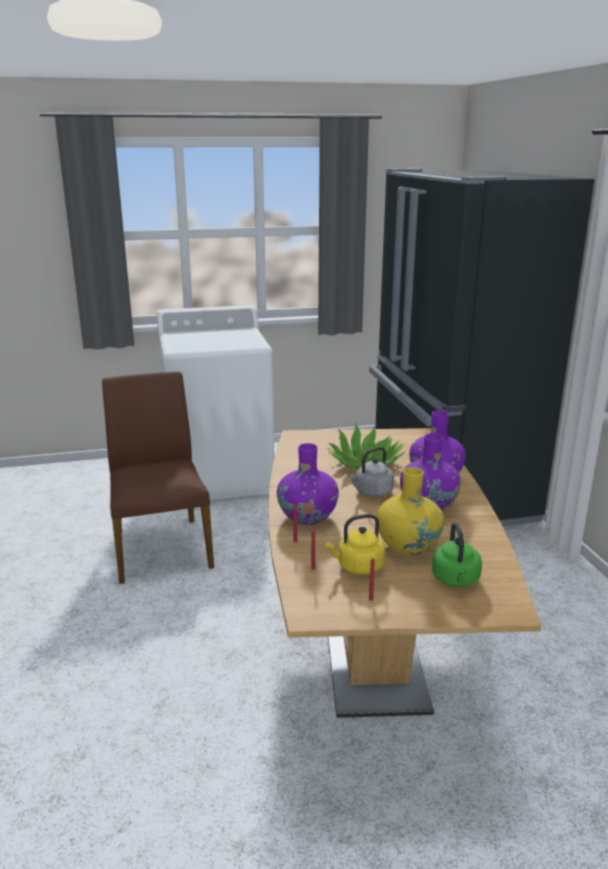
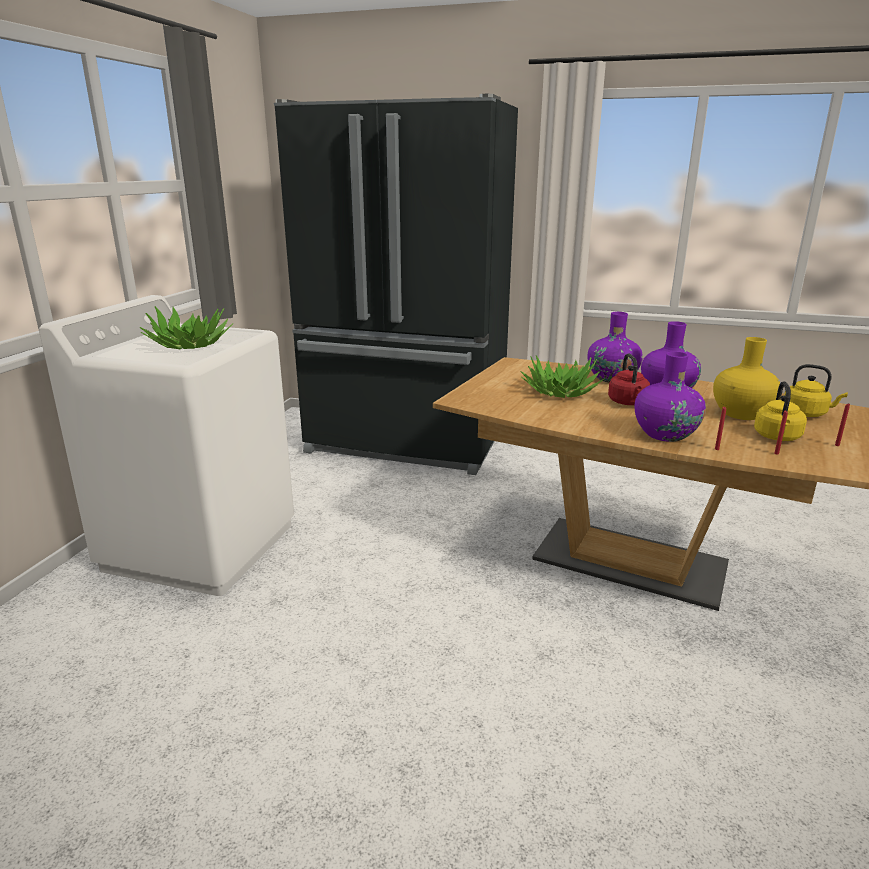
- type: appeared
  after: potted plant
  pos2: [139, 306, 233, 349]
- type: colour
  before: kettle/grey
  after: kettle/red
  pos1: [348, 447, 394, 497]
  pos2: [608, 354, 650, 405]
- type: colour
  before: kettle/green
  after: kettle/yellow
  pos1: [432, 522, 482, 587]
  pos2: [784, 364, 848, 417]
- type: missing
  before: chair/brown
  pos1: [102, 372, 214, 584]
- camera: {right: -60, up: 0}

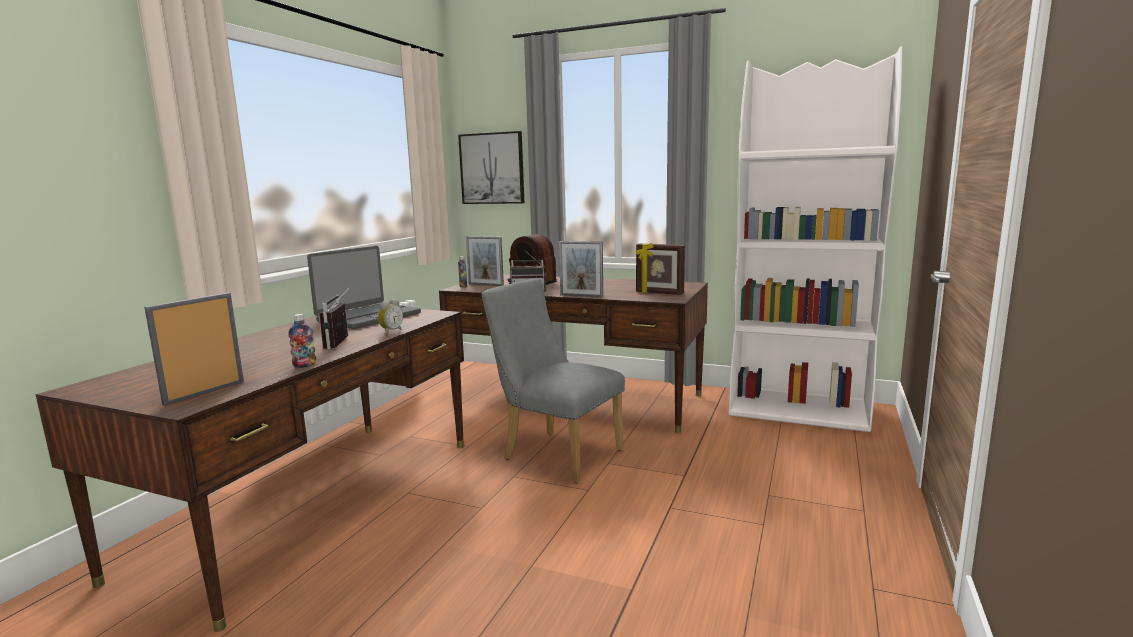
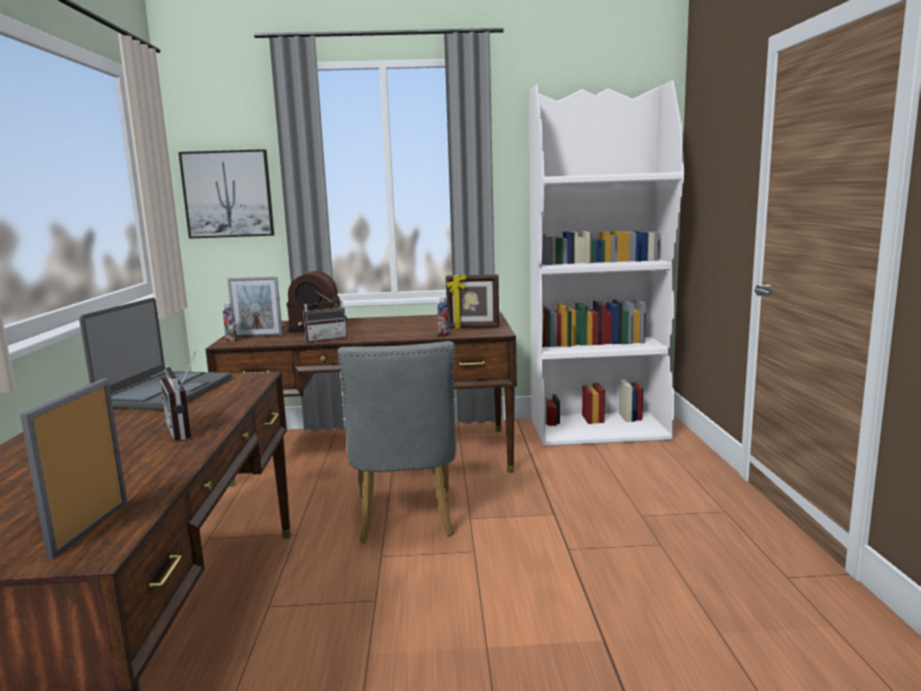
- type: spun
  before: chair/grey
  pos1: [481, 279, 625, 483]
  pos2: [337, 341, 456, 543]
  turn: -105
- type: relocated
  before: bottle
  pos1: [288, 314, 316, 368]
  pos2: [437, 297, 450, 337]
- type: missing
  before: alarm clock
  pos1: [378, 299, 403, 334]
- type: missing
  before: picture frame
  pos1: [559, 241, 603, 297]
- camera: {right: -25, up: 0}

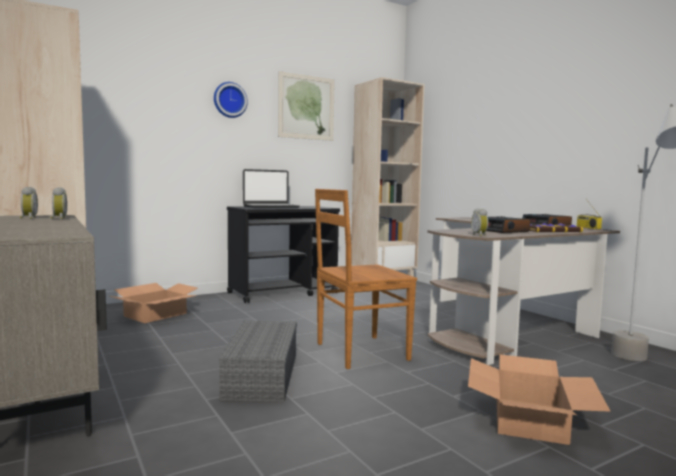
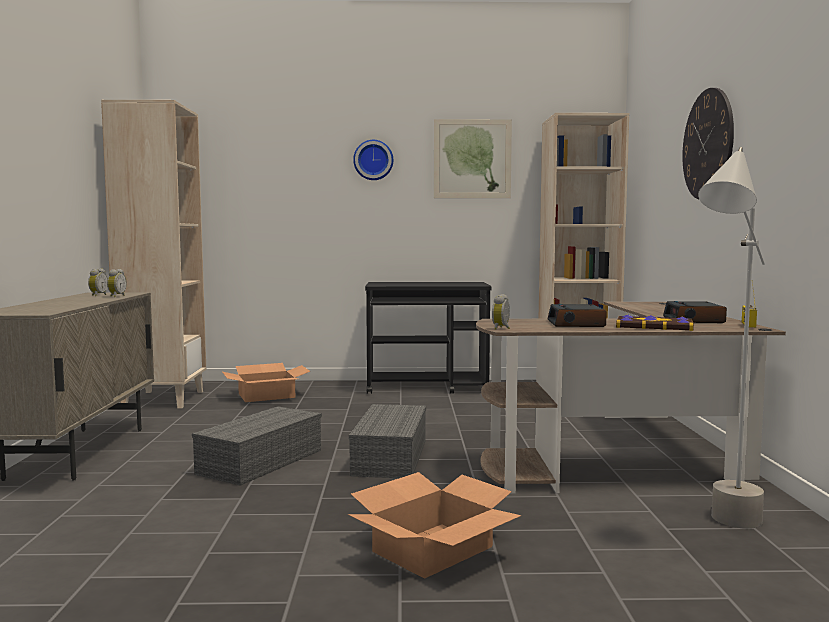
- type: exchanged
  before: chair/brown
  after: storage box/grey
  pos1: [315, 189, 417, 369]
  pos2: [349, 404, 426, 478]
- type: appeared
  after: wall clock
  pos2: [682, 88, 734, 199]
- type: missing
  before: laptop
  pos1: [243, 169, 300, 208]
- camera: {right: 30, up: 0}

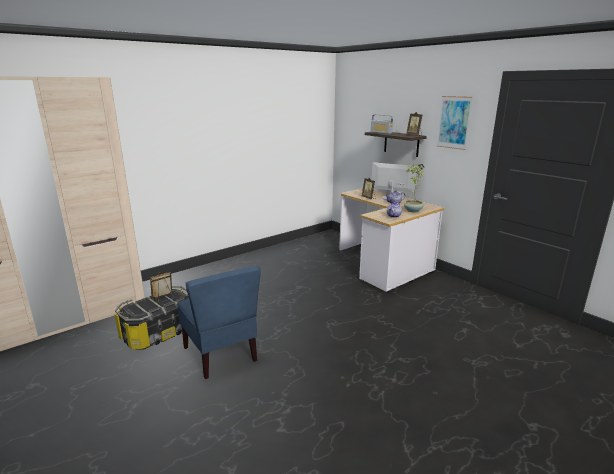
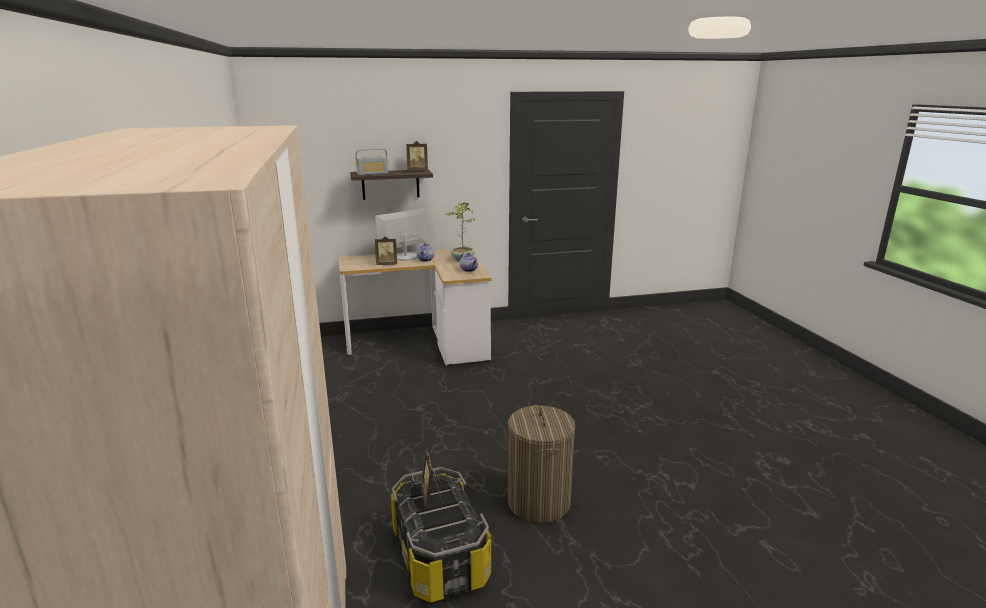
- type: exchanged
  before: chair/blue
  after: laundry basket
  pos1: [177, 266, 261, 379]
  pos2: [508, 405, 576, 523]
- type: missing
  before: picture
  pos1: [437, 96, 473, 150]
- camera: {right: -65, up: 0}

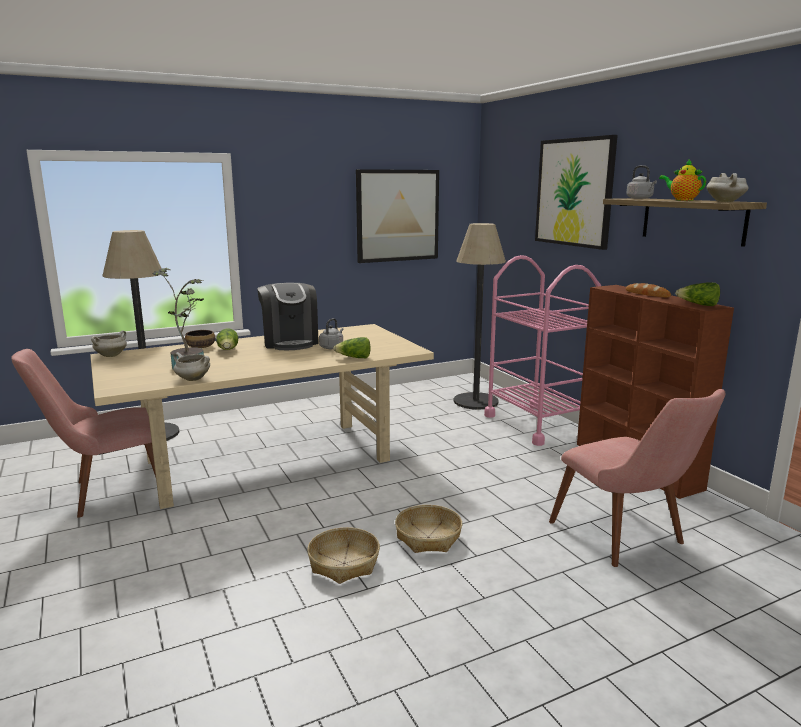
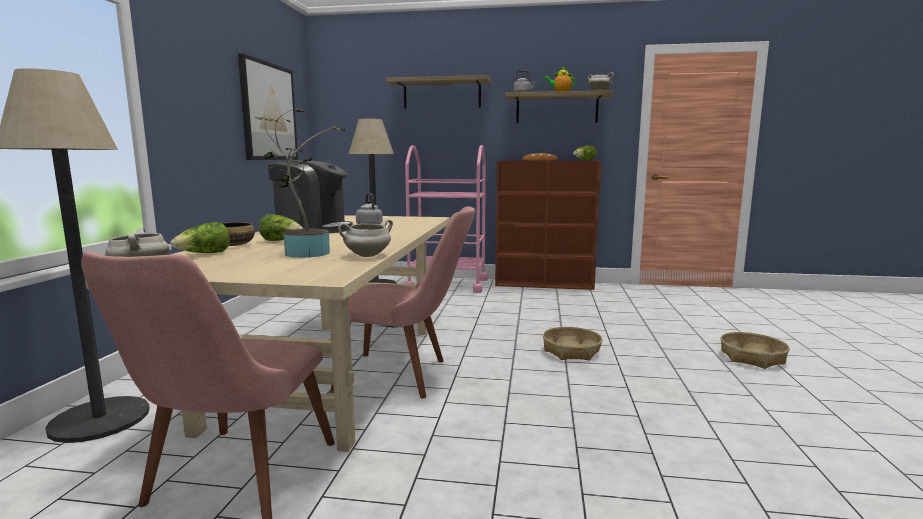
- type: relocated
  before: lettuce
  pos1: [333, 337, 371, 358]
  pos2: [171, 222, 230, 253]
- type: relocated
  before: chair/pink
  pos1: [549, 389, 726, 567]
  pos2: [330, 206, 475, 398]
- type: exchanged
  before: picture
  after: shelf
  pos1: [535, 135, 618, 250]
  pos2: [386, 75, 491, 109]
- type: relocated
  before: basket
  pos1: [307, 527, 380, 584]
  pos2: [720, 332, 790, 369]
- camera: {right: -55, up: -5}

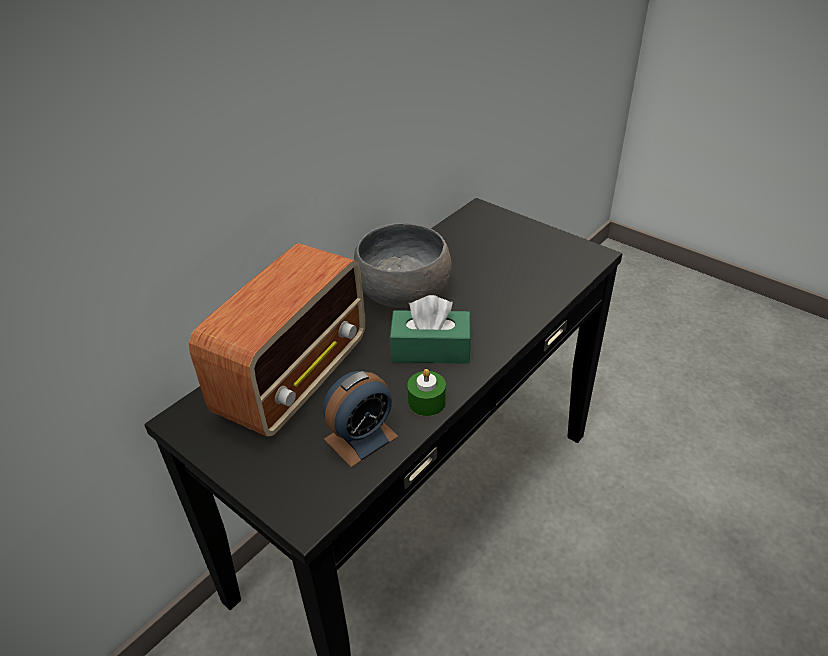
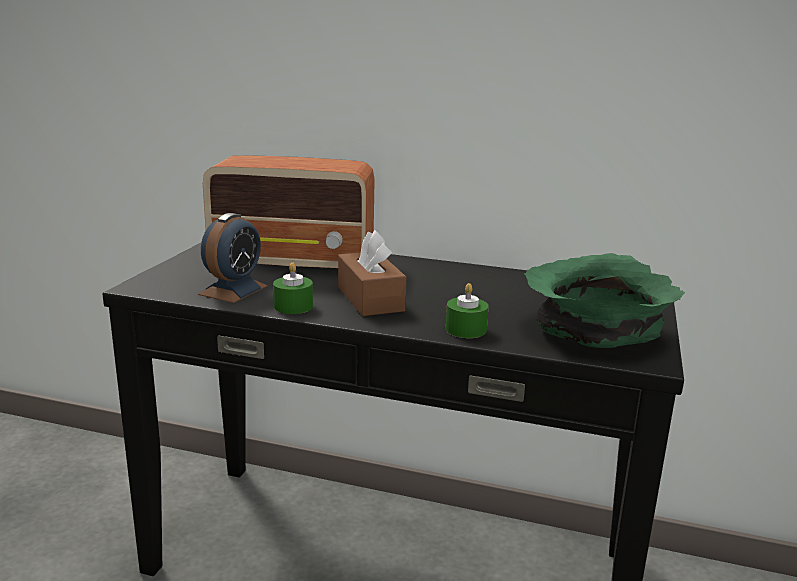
- type: spun
  before: alarm clock
  pos1: [323, 371, 399, 468]
  pos2: [198, 213, 268, 303]
  turn: -90
- type: colour
  before: tissue box/green
  after: tissue box/brown
  pos1: [390, 295, 471, 364]
  pos2: [338, 230, 406, 316]
- type: appeared
  after: candle/green
  pos2: [446, 283, 489, 338]
- type: appeared
  after: bowl/green
  pos2: [524, 253, 685, 348]
- type: missing
  before: bowl/grey
  pos1: [354, 223, 452, 308]
- camera: {right: 65, up: -20}

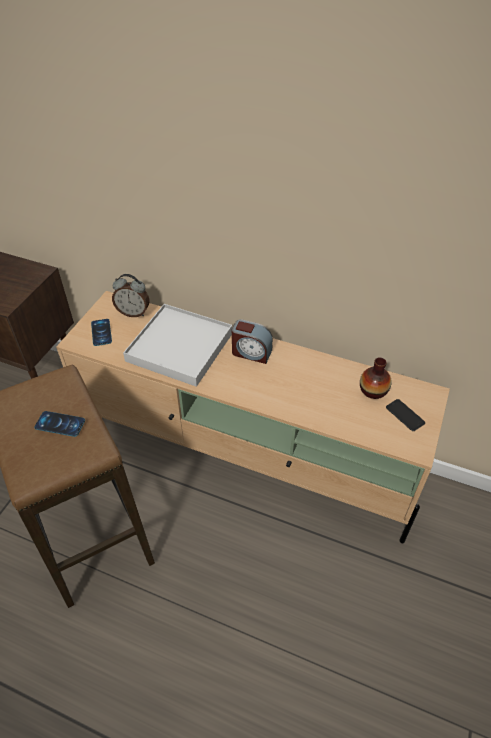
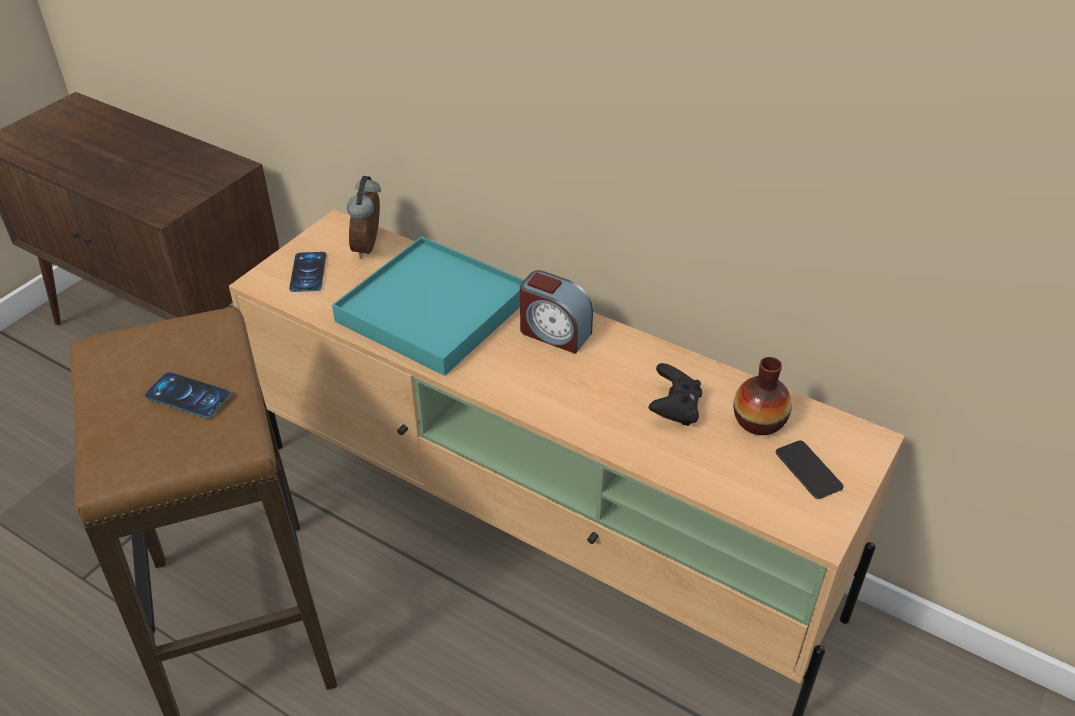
- type: colour
  before: tray/white
  after: tray/turquoise
  pos1: [123, 304, 232, 387]
  pos2: [332, 236, 524, 376]
- type: spun
  before: alarm clock
  pos1: [112, 274, 150, 317]
  pos2: [347, 176, 381, 259]
  turn: 75
- type: appeared
  after: game controller/black
  pos2: [648, 363, 702, 426]
- camera: {right: 10, up: -5}

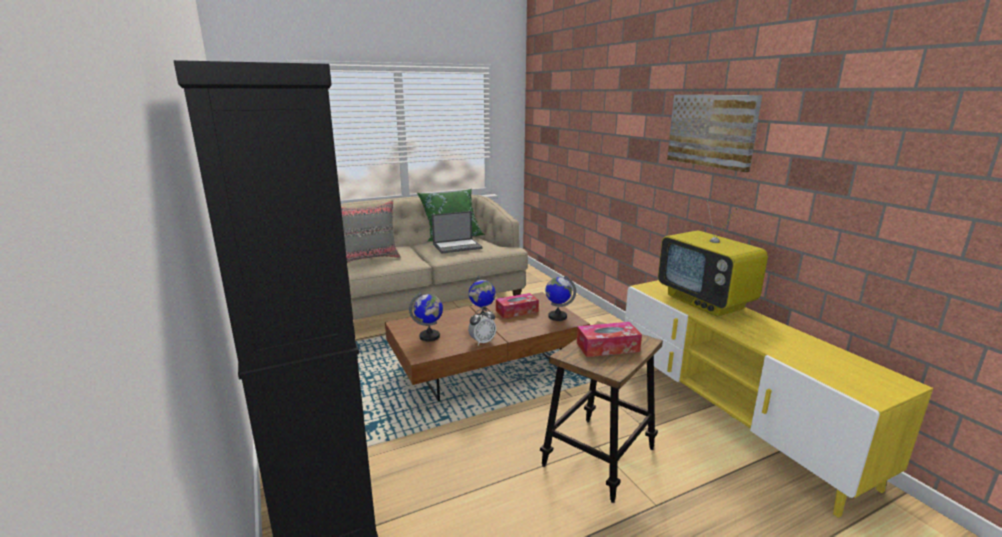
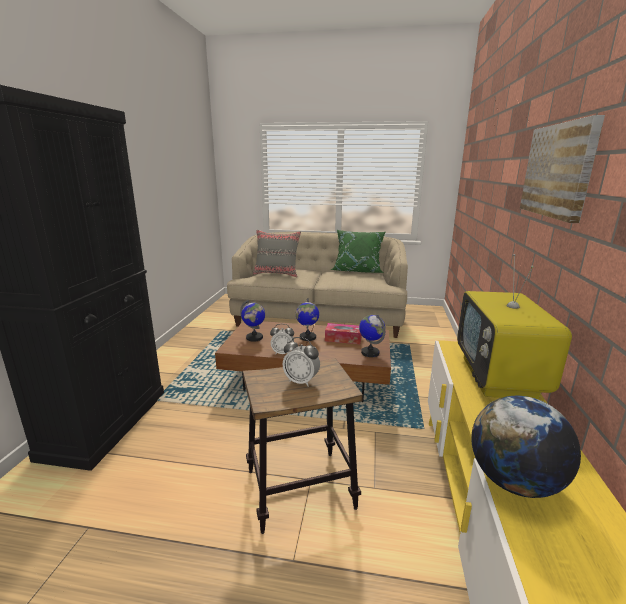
- type: exchanged
  before: tissue box
  after: alarm clock
  pos1: [577, 322, 642, 357]
  pos2: [283, 337, 320, 387]
- type: appeared
  after: globe
  pos2: [471, 396, 581, 498]
- type: missing
  before: laptop
  pos1: [432, 211, 483, 253]
- camera: {right: 35, up: 0}

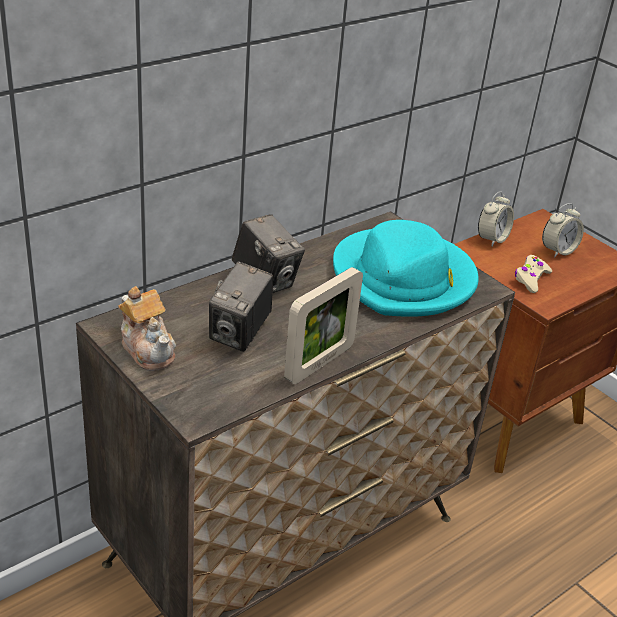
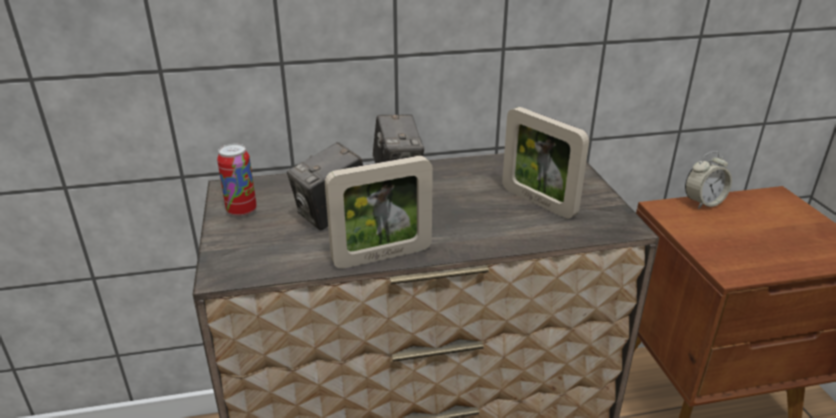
- type: exchanged
  before: teapot
  after: can
  pos1: [118, 286, 176, 371]
  pos2: [217, 144, 257, 217]
- type: exchanged
  before: hat/turquoise
  after: picture frame
  pos1: [333, 220, 479, 317]
  pos2: [502, 107, 589, 219]
- type: missing
  before: game controller/beige
  pos1: [515, 255, 552, 293]
- type: missing
  before: alarm clock
  pos1: [542, 203, 584, 258]
- camera: {right: 30, up: -5}

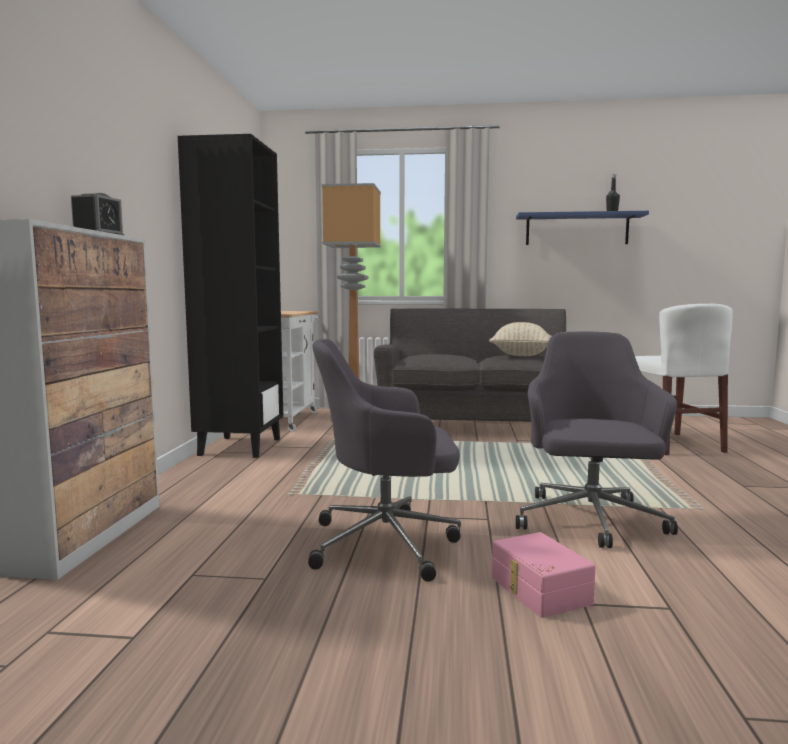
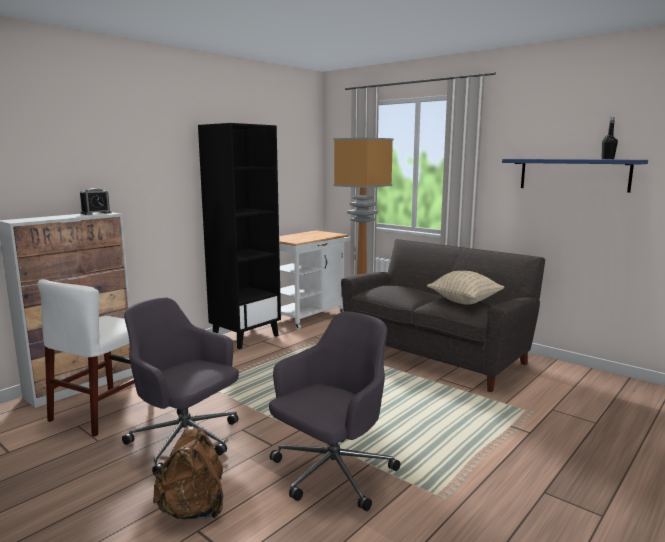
- type: relocated
  before: chair/white
  pos1: [635, 304, 733, 455]
  pos2: [38, 279, 135, 437]
- type: exchanged
  before: storage box/pink
  after: backpack/brown
  pos1: [492, 532, 596, 618]
  pos2: [153, 426, 223, 520]
- camera: {right: 35, up: 5}

